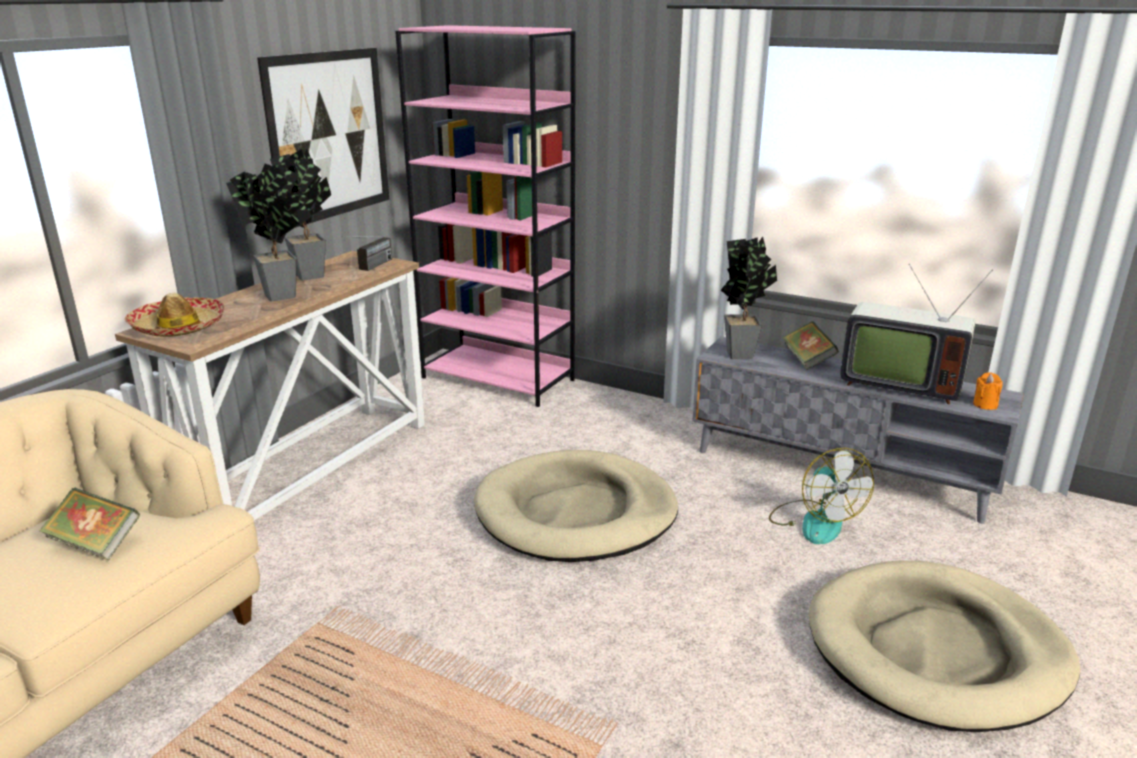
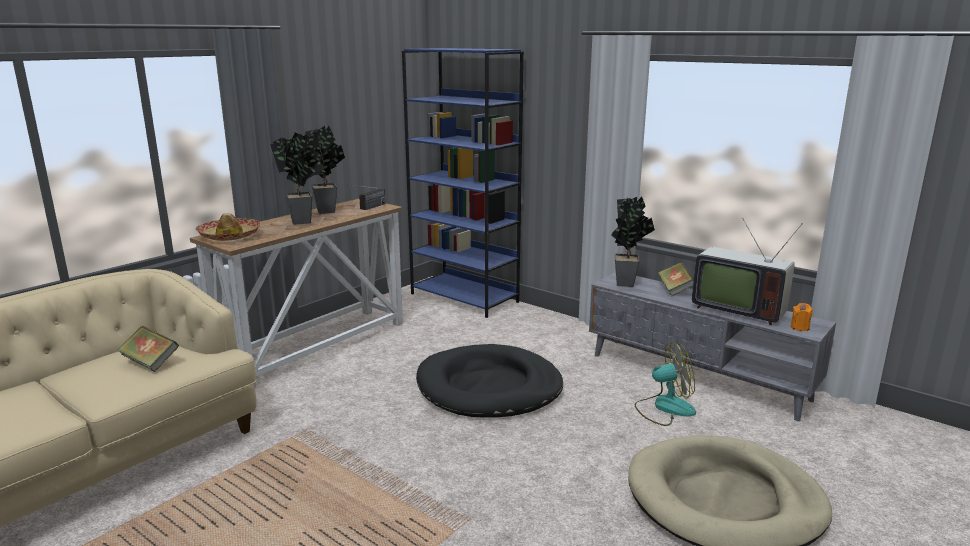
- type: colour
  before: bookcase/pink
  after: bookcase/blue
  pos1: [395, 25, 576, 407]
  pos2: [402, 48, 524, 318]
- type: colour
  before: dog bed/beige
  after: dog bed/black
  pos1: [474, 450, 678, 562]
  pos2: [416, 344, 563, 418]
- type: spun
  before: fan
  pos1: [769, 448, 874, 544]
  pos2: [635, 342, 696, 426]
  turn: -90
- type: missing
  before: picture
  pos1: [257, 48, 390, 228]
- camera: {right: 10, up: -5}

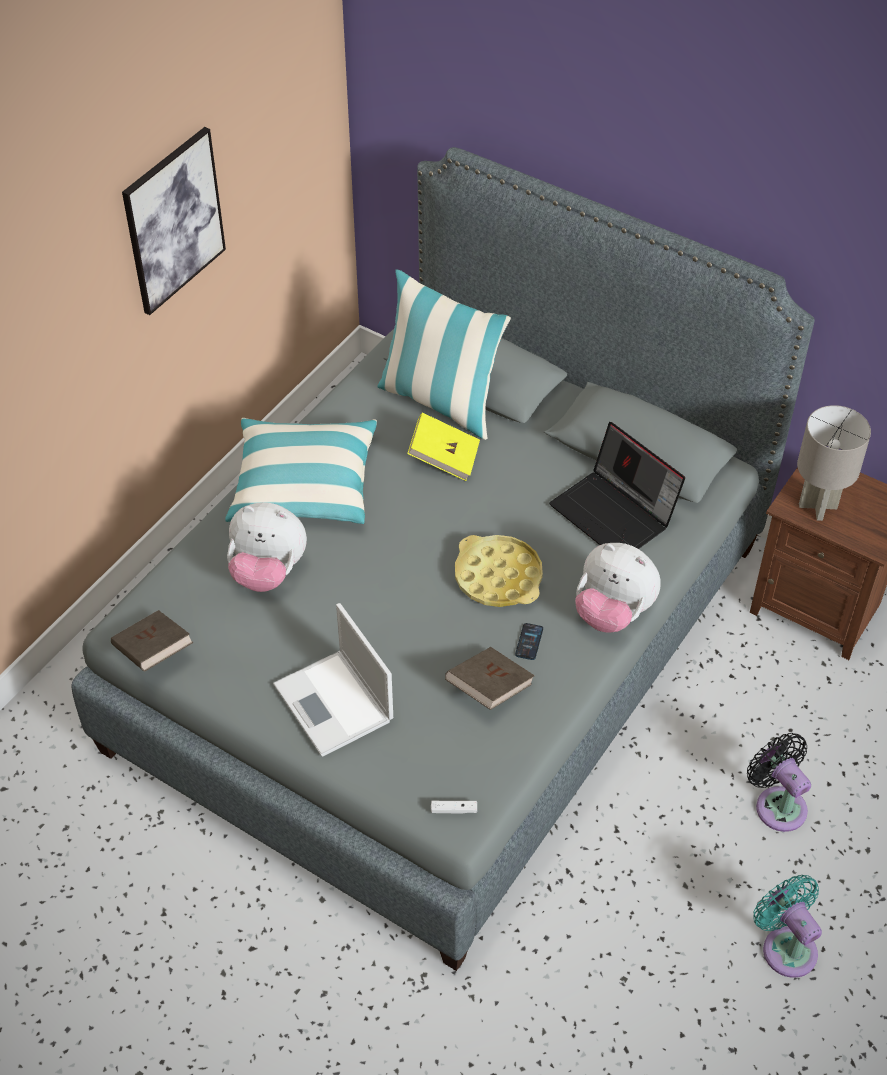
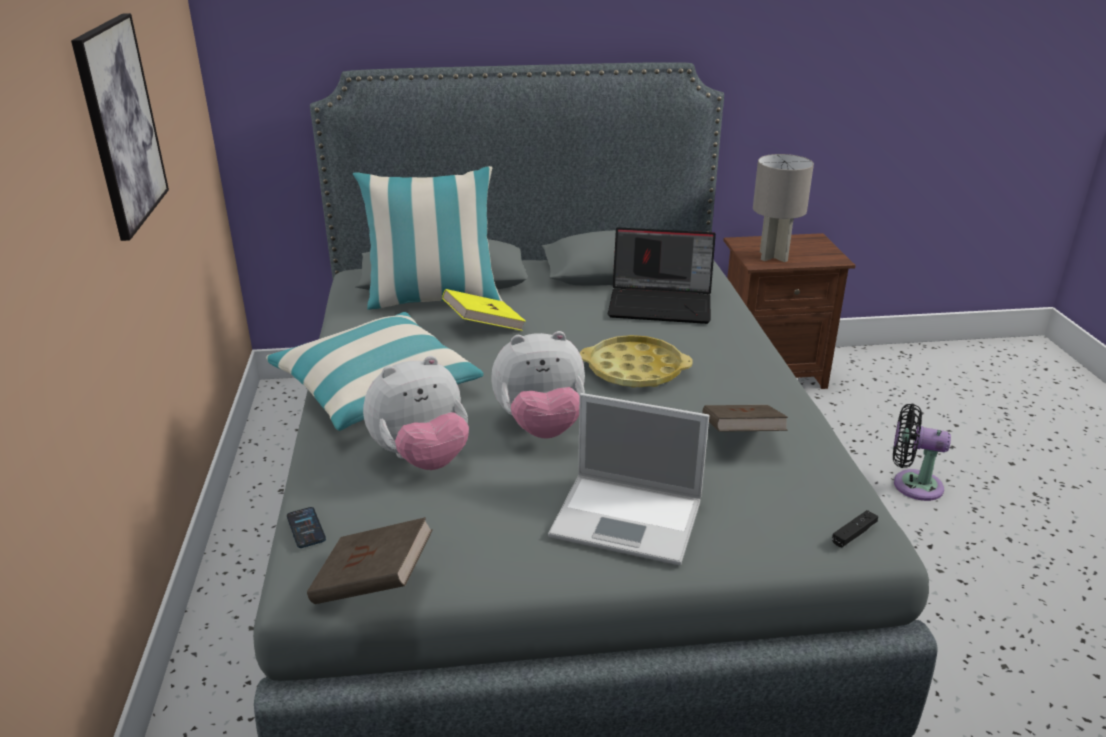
- type: relocated
  before: phone
  pos1: [515, 623, 543, 660]
  pos2: [287, 507, 326, 548]
- type: relocated
  before: plush toy
  pos1: [575, 543, 661, 633]
  pos2: [491, 331, 585, 438]
- type: colour
  before: game controller/white
  after: game controller/black
  pos1: [431, 801, 477, 814]
  pos2: [832, 510, 878, 548]
- type: missing
  before: fan/turquoise
  pos1: [753, 875, 822, 978]
- camera: {right: -40, up: -20}

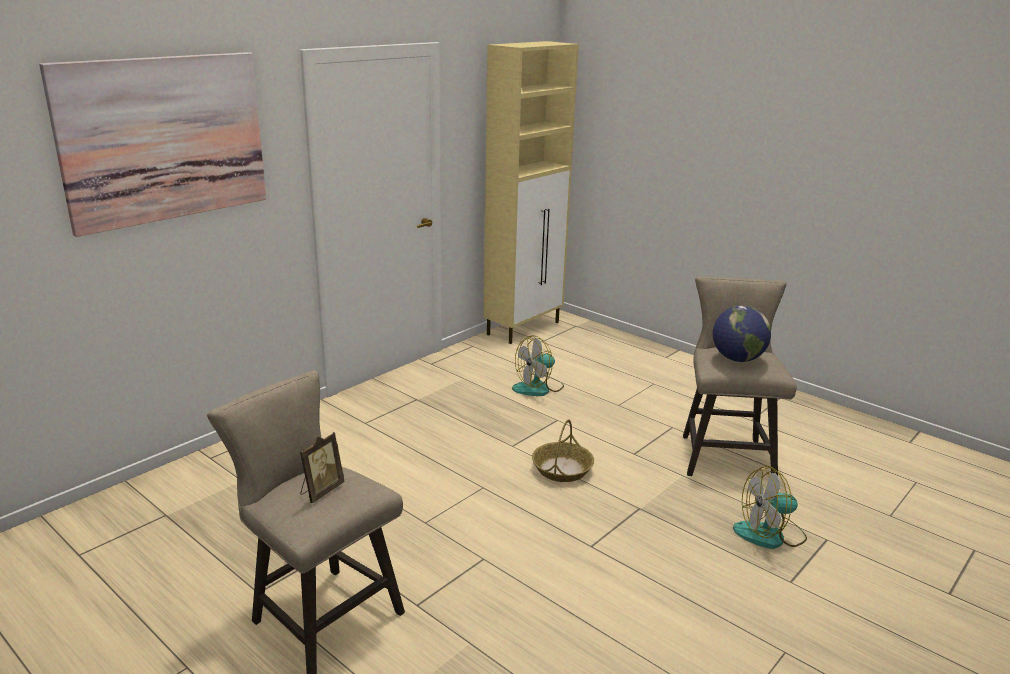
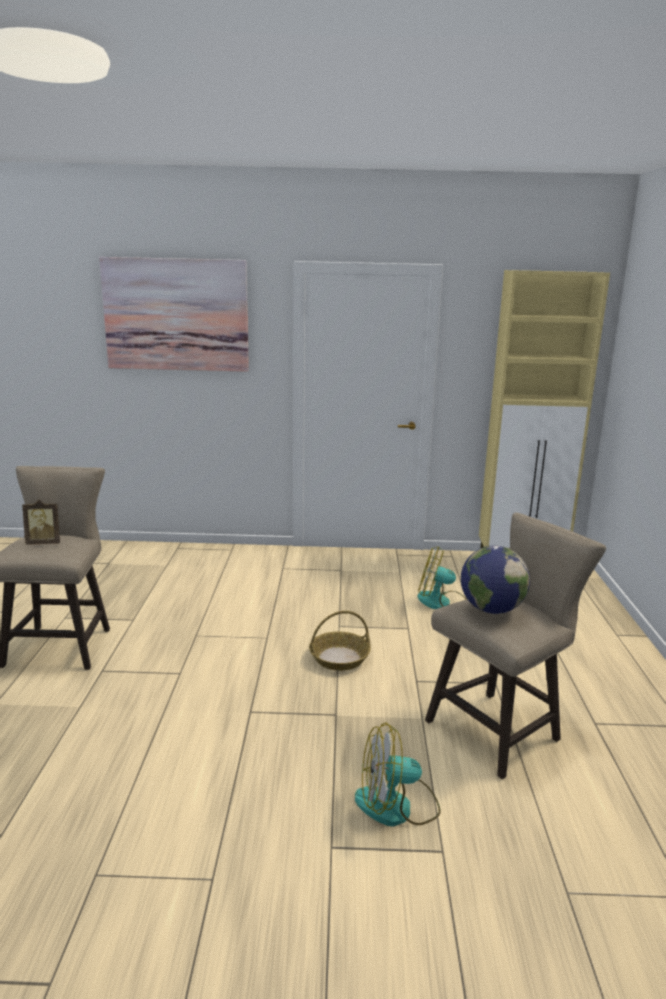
- type: spun
  before: fan
  pos1: [733, 466, 807, 549]
  pos2: [355, 723, 440, 827]
  turn: -45
- camera: {right: 50, up: -5}

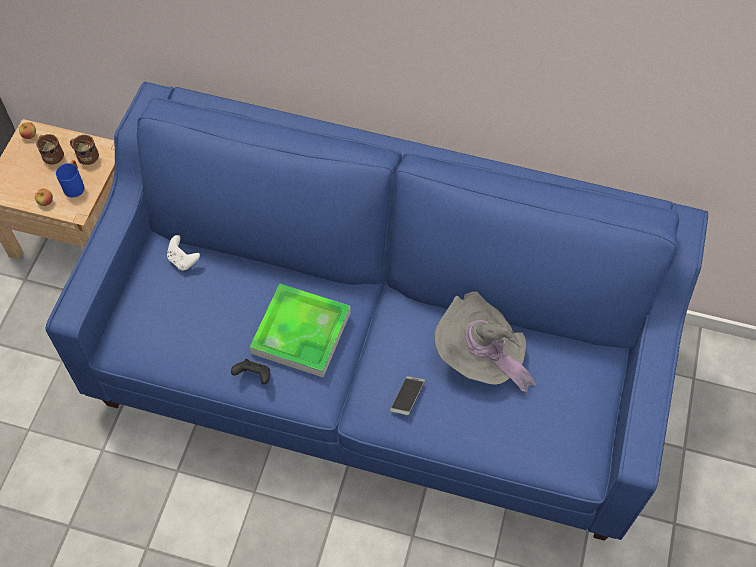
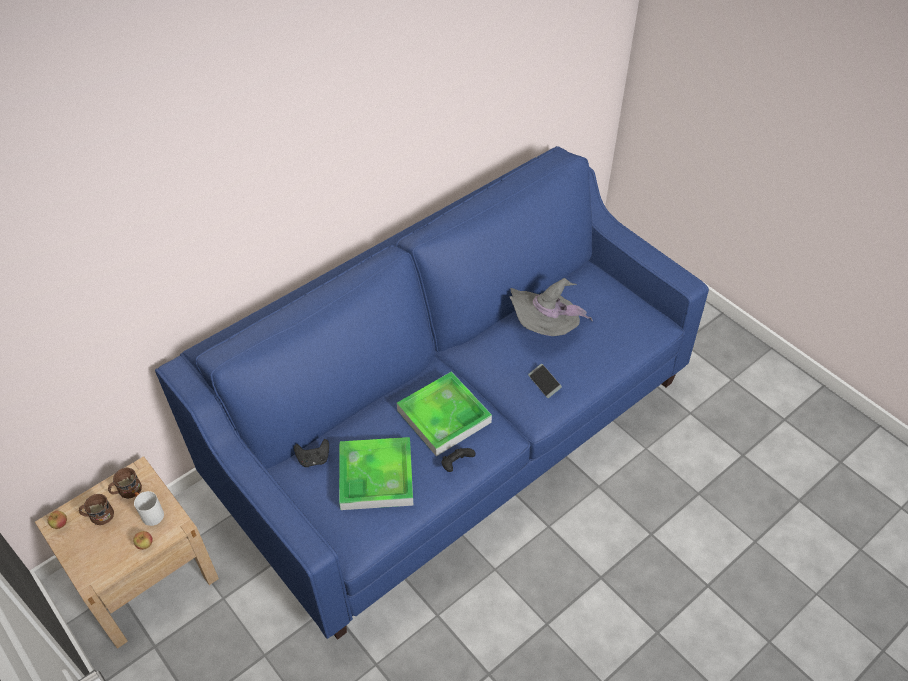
- type: colour
  before: mug/blue
  after: mug/white
  pos1: [56, 160, 85, 198]
  pos2: [134, 491, 164, 526]
- type: colour
  before: game controller/white
  after: game controller/black
  pos1: [167, 235, 200, 271]
  pos2: [294, 439, 329, 467]
- type: appeared
  after: tray
  pos2: [339, 437, 414, 510]
- camera: {right: -55, up: -10}

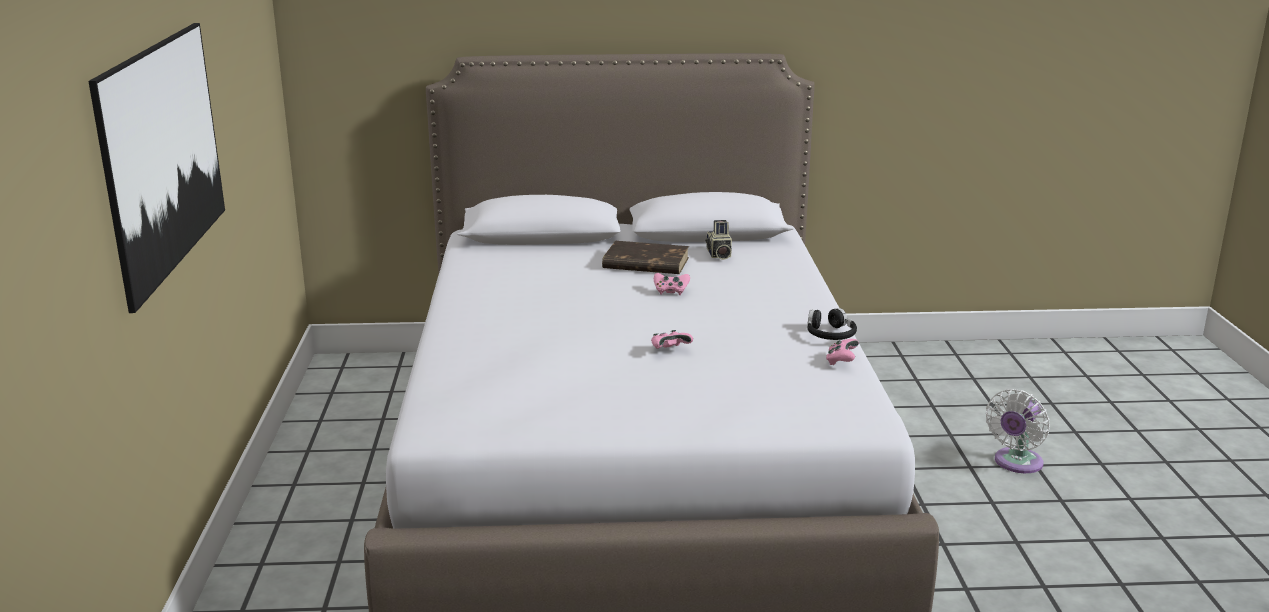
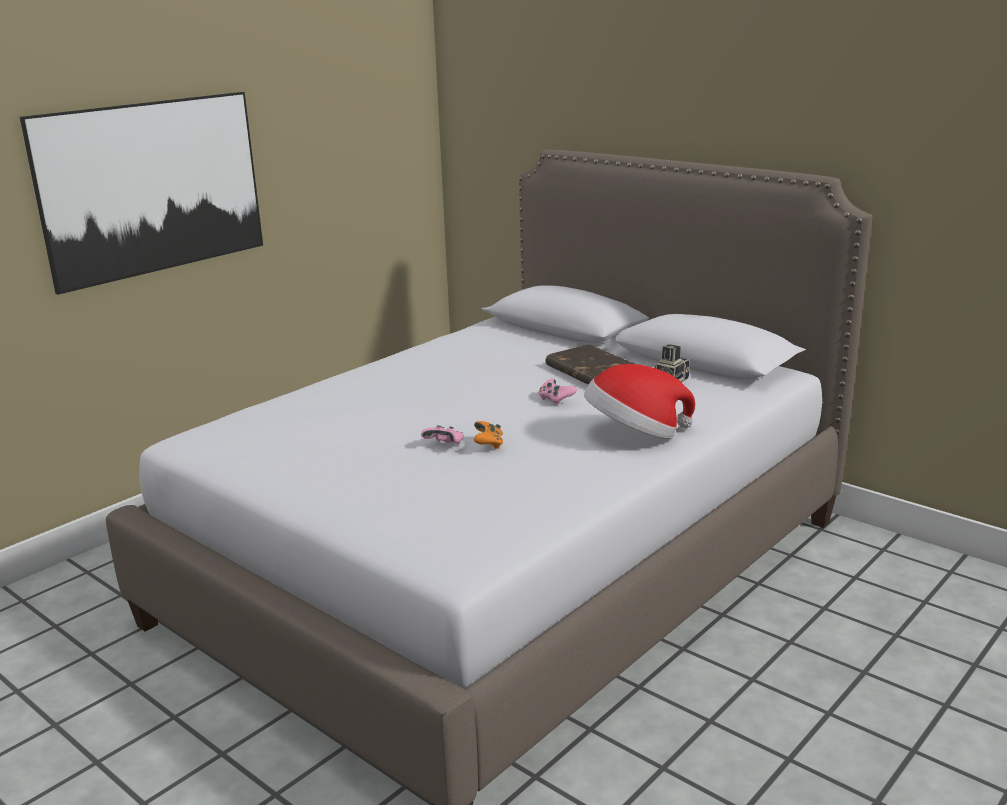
- type: appeared
  after: game controller/orange
  pos2: [474, 421, 503, 449]
- type: appeared
  after: hat
  pos2: [584, 364, 695, 439]
- type: missing
  before: headphones/black
  pos1: [807, 308, 857, 340]
- type: missing
  before: game controller/pink
  pos1: [826, 339, 859, 365]
- type: missing
  before: fan/white
  pos1: [986, 389, 1050, 473]
- camera: {right: 45, up: 0}

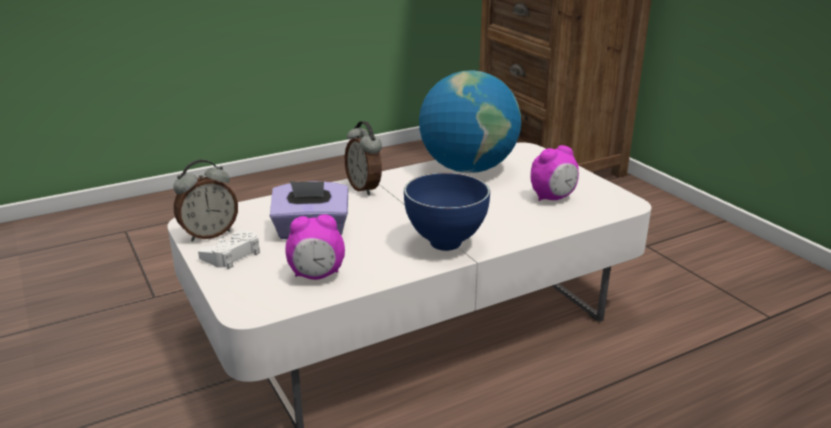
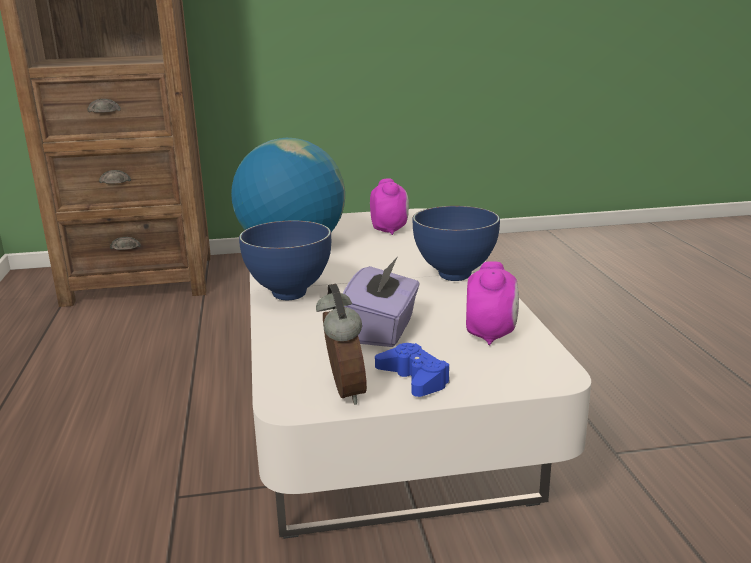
- type: exchanged
  before: alarm clock
  after: bowl/blue
  pos1: [345, 121, 382, 195]
  pos2: [239, 221, 331, 300]
- type: colour
  before: game controller/white
  after: game controller/blue
  pos1: [198, 229, 260, 269]
  pos2: [375, 343, 450, 397]
- camera: {right: -70, up: -5}

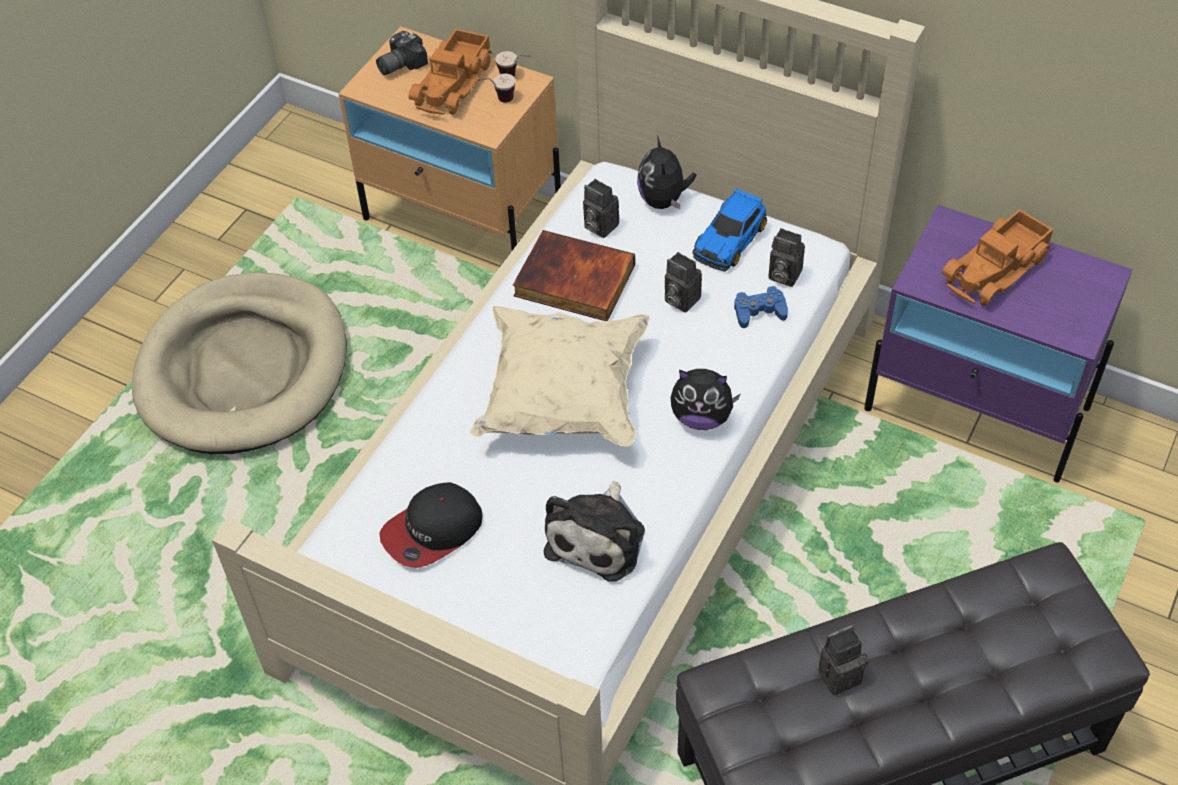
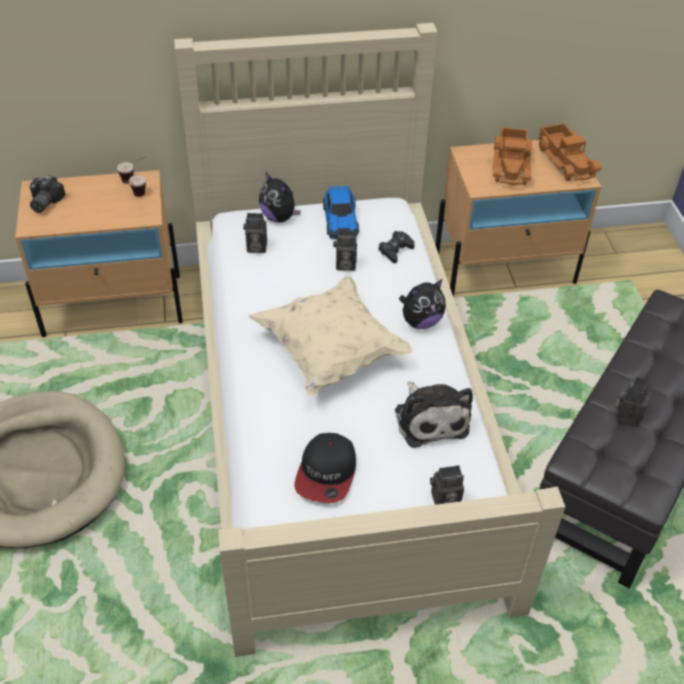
- type: colour
  before: game controller/blue
  after: game controller/black
  pos1: [734, 286, 788, 328]
  pos2: [378, 231, 415, 263]
- type: relocated
  before: photo camera
  pos1: [768, 228, 805, 287]
  pos2: [430, 465, 464, 505]
- type: colour
  before: nightstand/purple
  after: nightstand/beige
  pos1: [864, 205, 1133, 482]
  pos2: [435, 140, 601, 296]
- type: relocated
  before: toy truck
  pos1: [409, 29, 493, 115]
  pos2: [537, 123, 601, 181]
- type: missing
  before: book
  pos1: [513, 230, 635, 321]
- camera: {right: -40, up: -5}

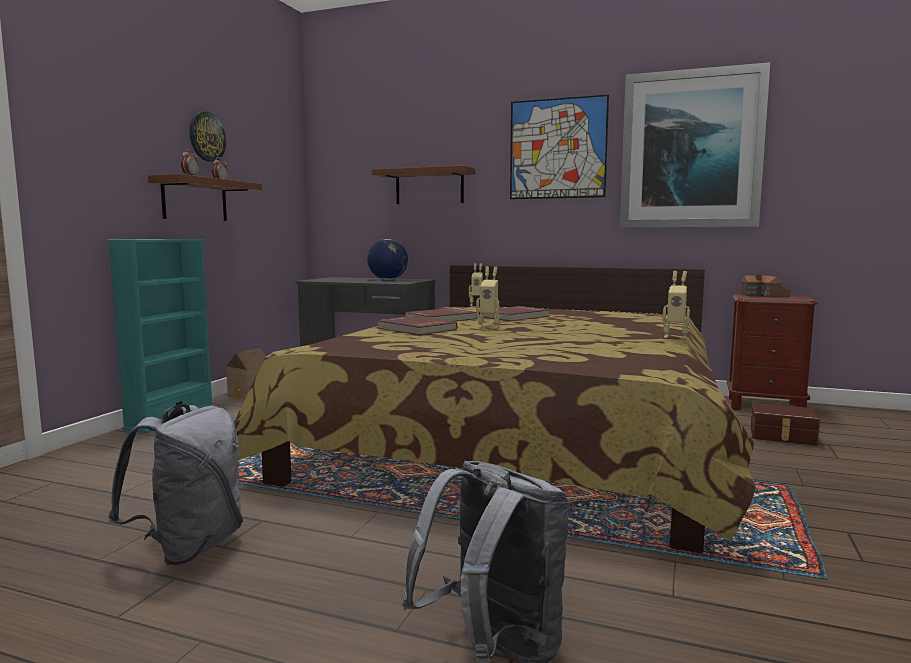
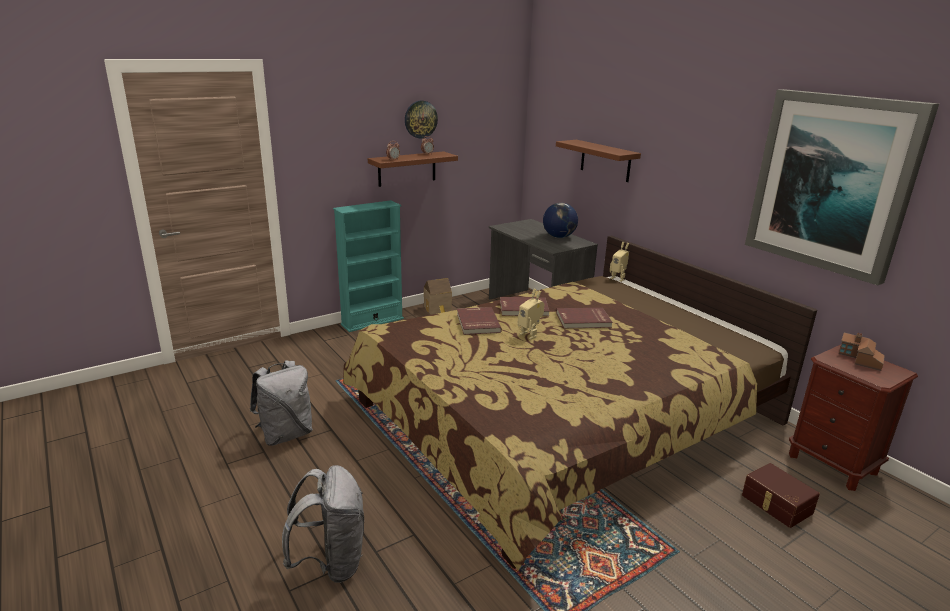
- type: missing
  before: picture
  pos1: [510, 95, 609, 199]
- type: missing
  before: toy robot
  pos1: [662, 271, 690, 339]
- camera: {right: 35, up: 15}

